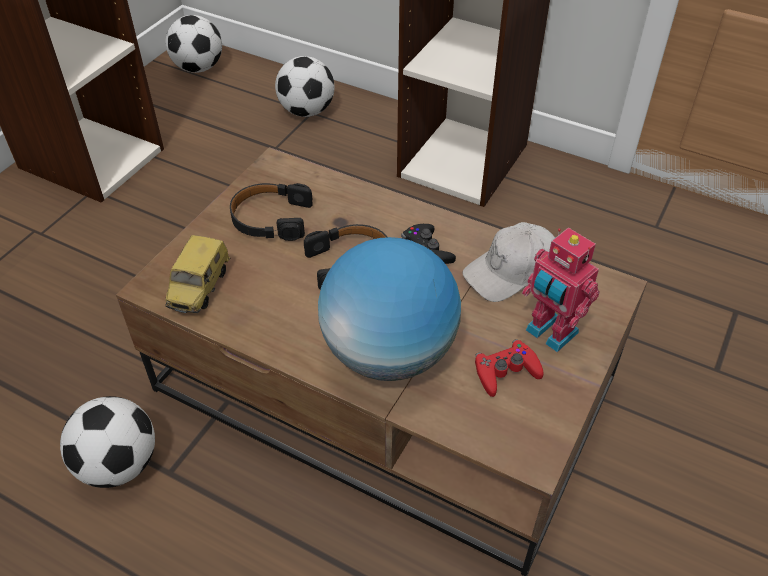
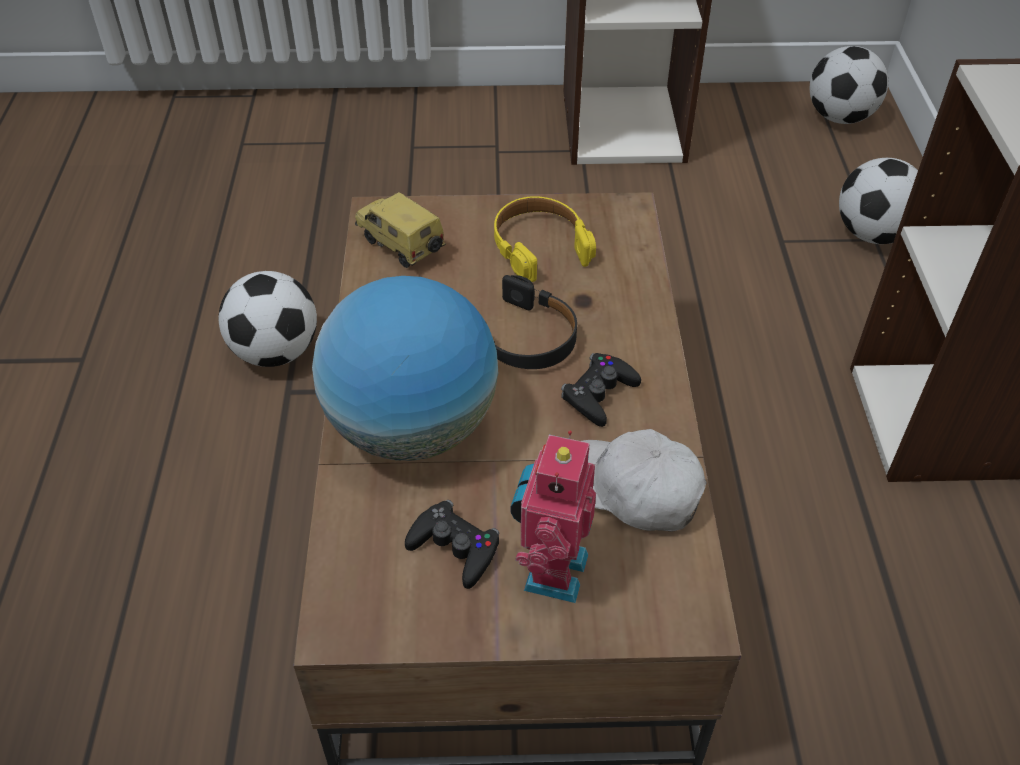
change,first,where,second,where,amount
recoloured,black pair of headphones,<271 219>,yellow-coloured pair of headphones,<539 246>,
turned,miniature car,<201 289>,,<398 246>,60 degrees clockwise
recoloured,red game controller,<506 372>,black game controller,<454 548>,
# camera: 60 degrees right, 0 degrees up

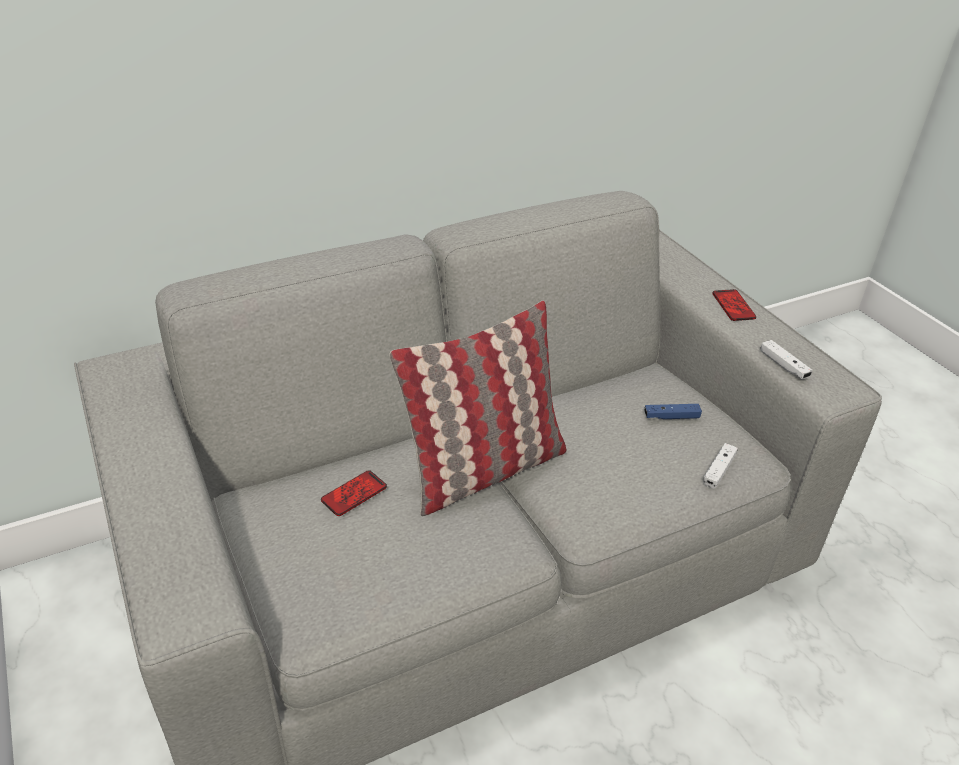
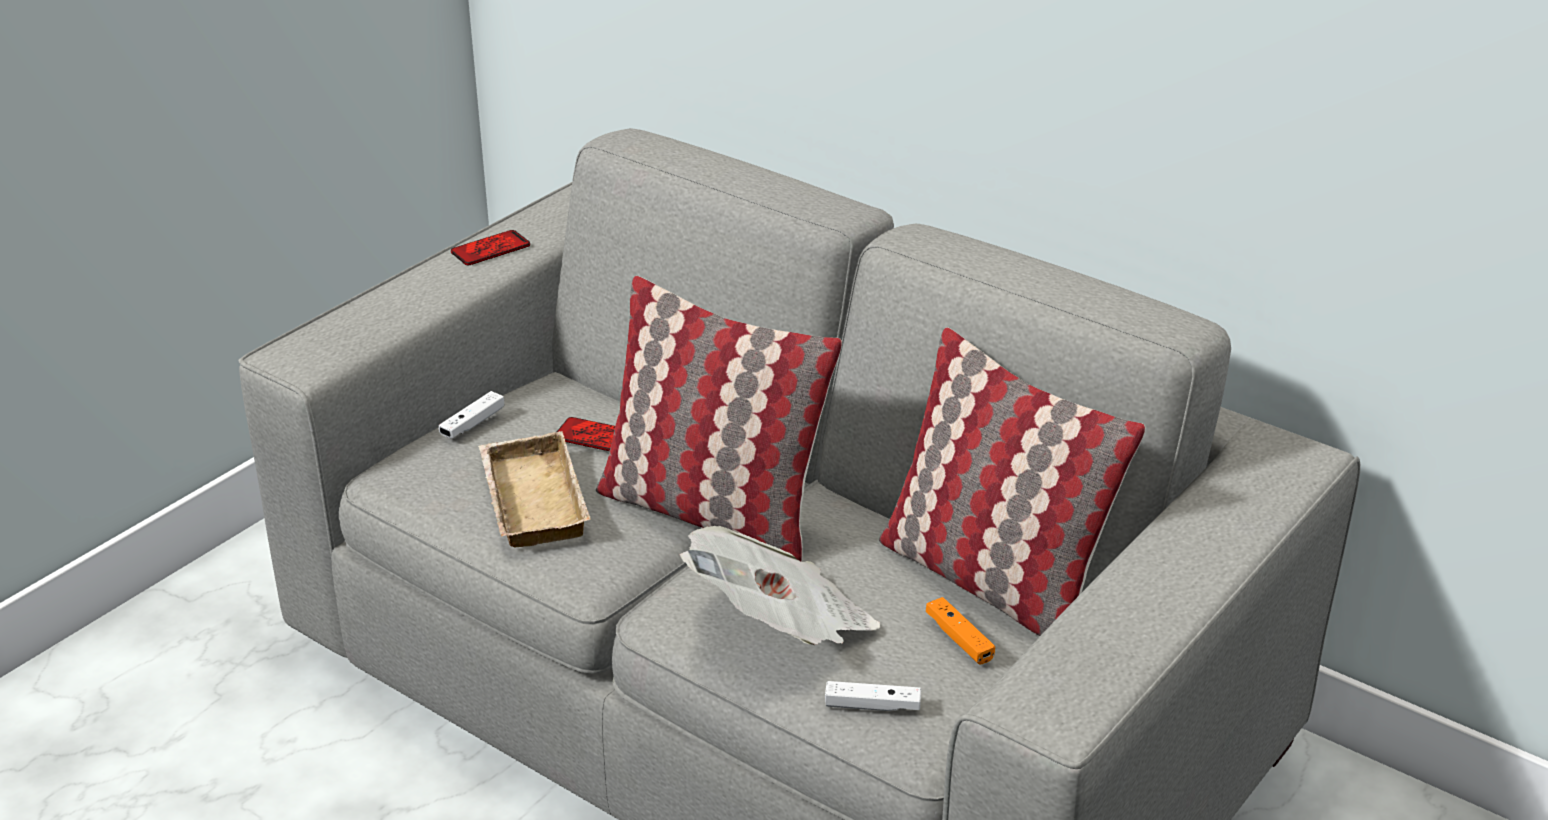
change,first,where,second,where,amount
moved,phone,<733 306>,,<490 249>,
moved,whitish game controller,<783 365>,,<472 423>,
recoloured,bluish game controller,<671 417>,orange game controller,<959 639>,
added,,,pillow,<992 582>,
added,,,beige tray,<529 499>,
added,,,printed paper,<781 628>,
# camera: 65 degrees right, 5 degrees down

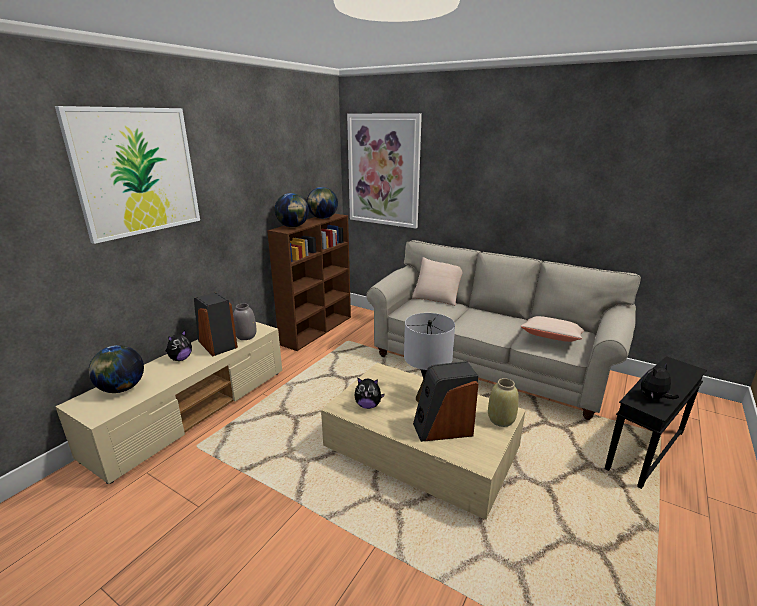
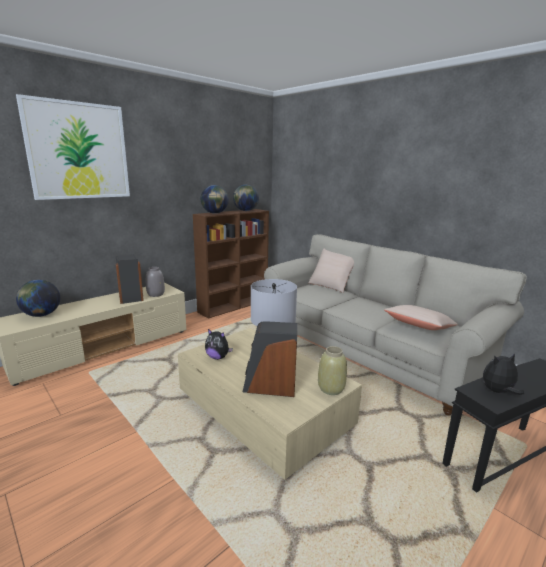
change,first,where,second,where,amount
removed,picture,<383 170>,,,
removed,soft toy,<180 359>,,,
# camera: 15 degrees right, 5 degrees down

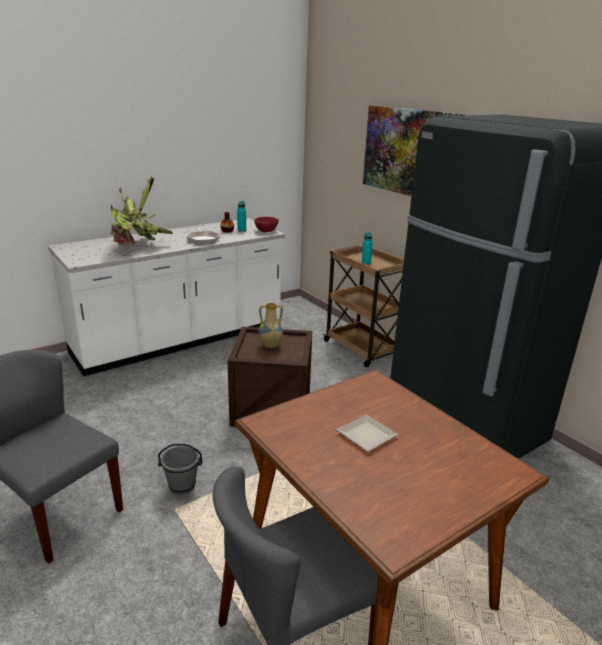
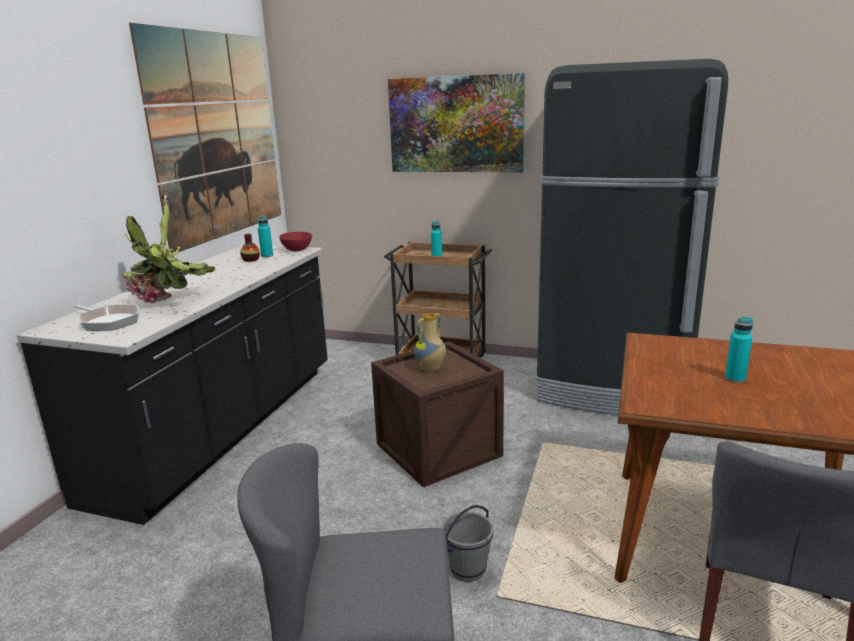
change,first,where,second,where,amount
recoloured,whitish kitchen counter,<180 340>,black kitchen counter,<223 429>,
moved,skillet,<203 239>,,<108 321>,
replaced,plate,<366 436>,blue-green drink bottle,<735 378>,
added,,,picture,<217 136>,
# camera: 35 degrees left, 5 degrees down

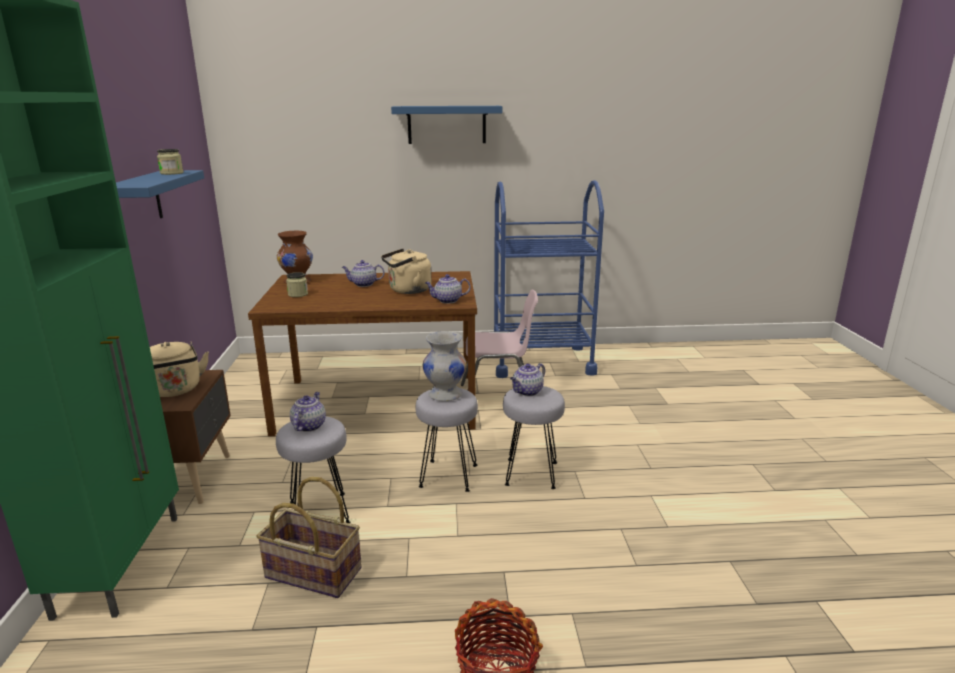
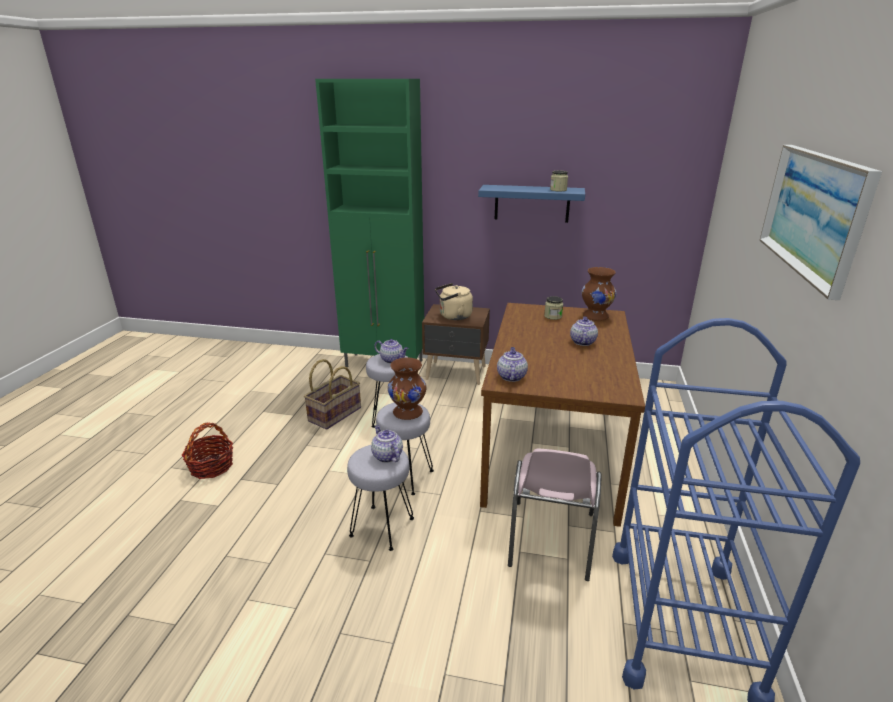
change,first,where,second,where,amount
replaced,bluish wall shelf,<446 124>,picture,<813 213>,
removed,beige tea kettle,<407 290>,,,
recoloured,whitish flower vase,<445 395>,brownish flower vase,<407 413>,
# camera: 105 degrees right, 5 degrees up

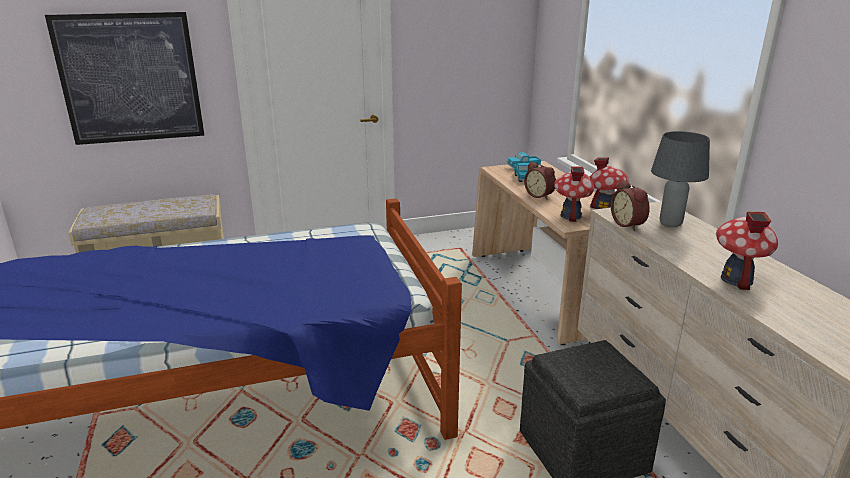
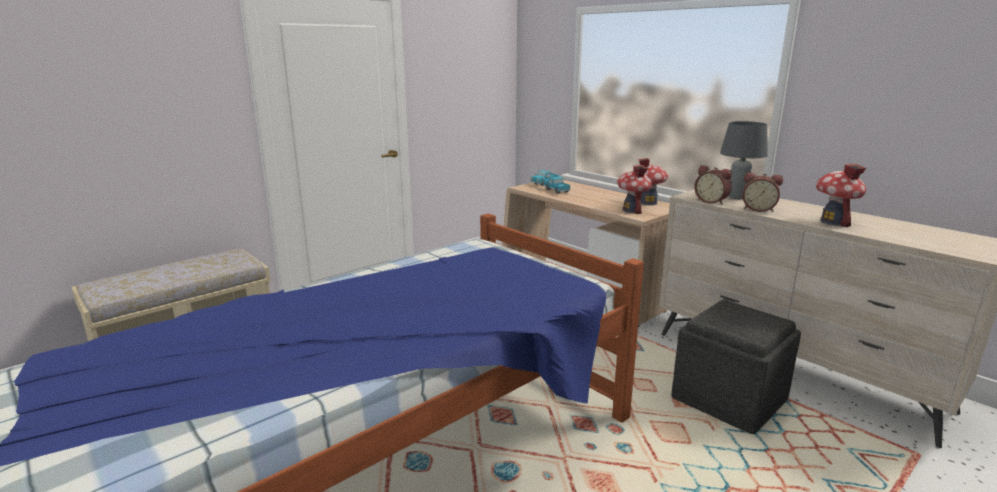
change,first,where,second,where,amount
removed,picture,<130 78>,,,
moved,alarm clock,<540 195>,,<758 209>,
# camera: 25 degrees left, 5 degrees down

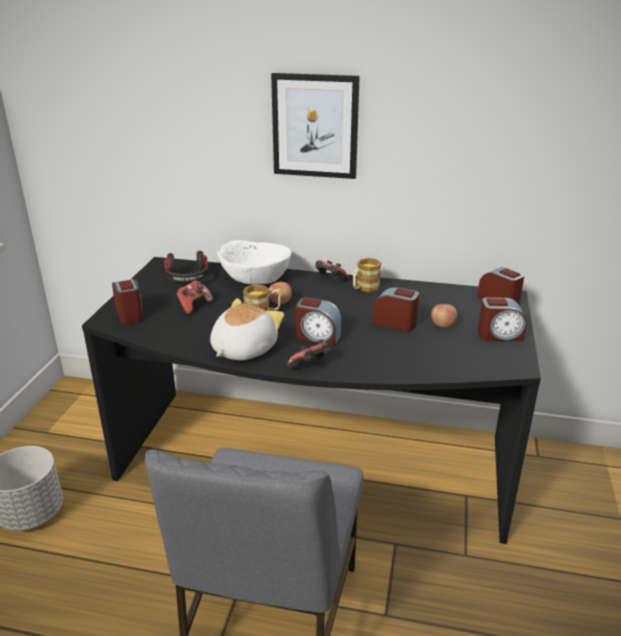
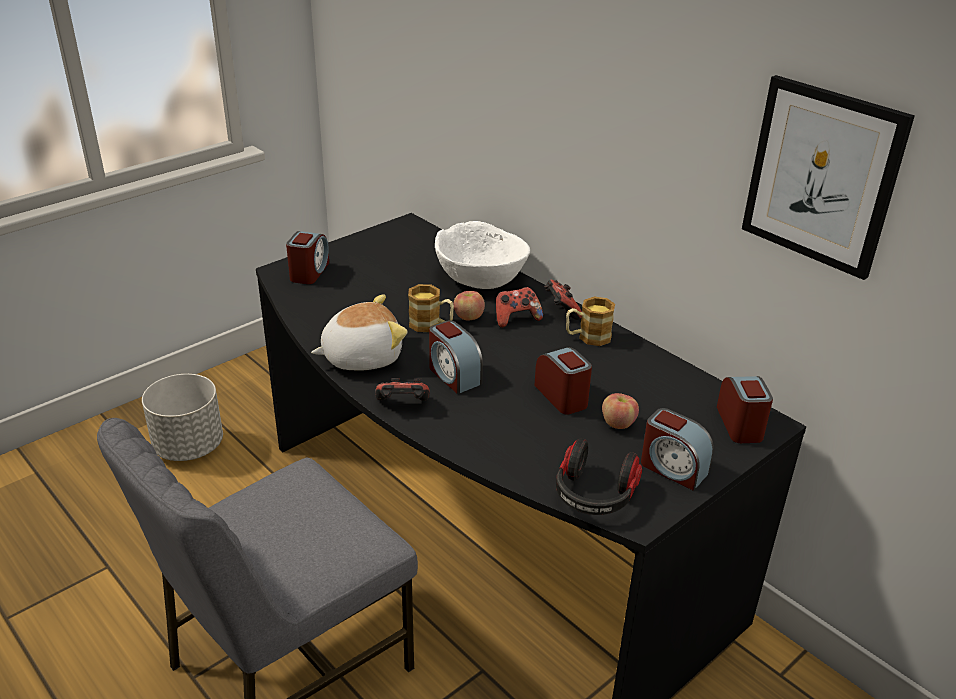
change,first,where,second,where,amount
moved,picture,<315 126>,,<822 176>,
moved,pair of headphones,<188 279>,,<594 496>,
moved,game controller,<194 306>,,<516 319>,
# camera: 35 degrees right, 5 degrees up

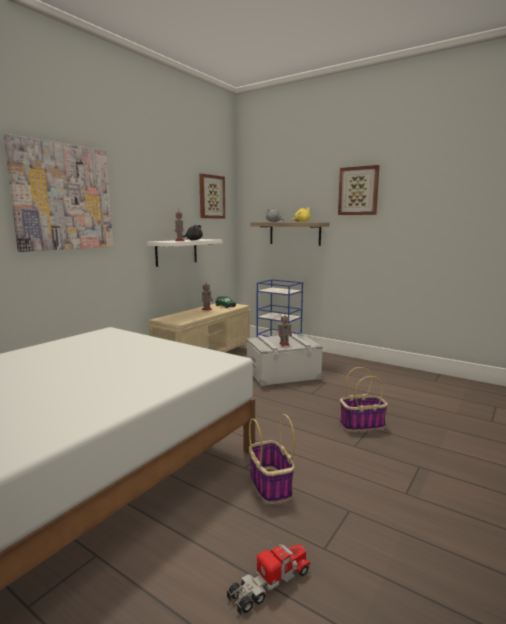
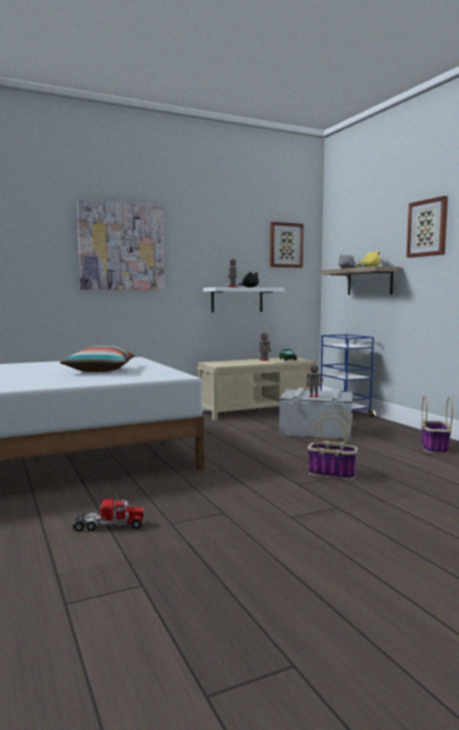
change,first,where,second,where,amount
moved,household basket,<269 484>,,<434 448>,
added,,,pillow,<99 370>,
# camera: 30 degrees right, 5 degrees down

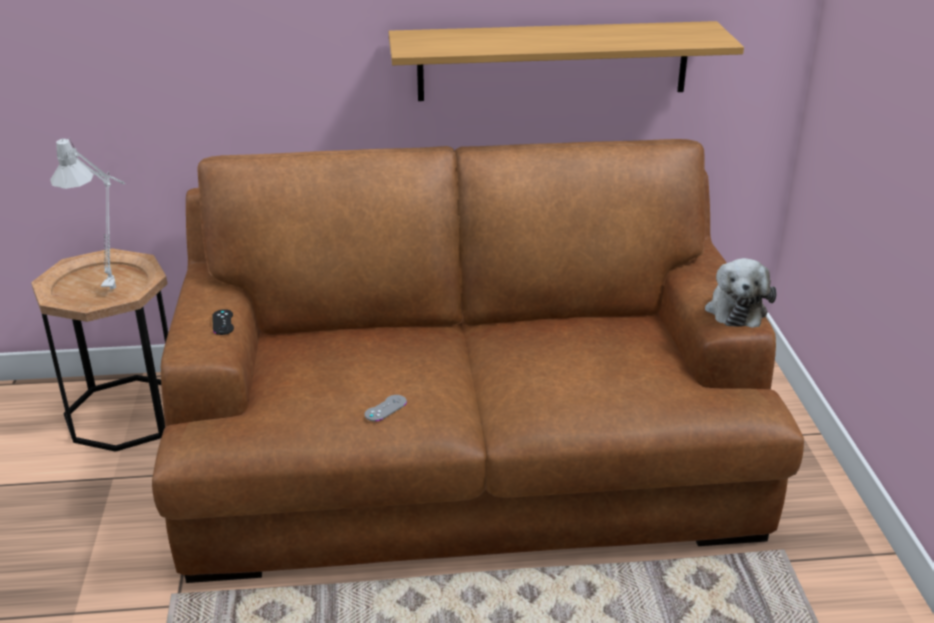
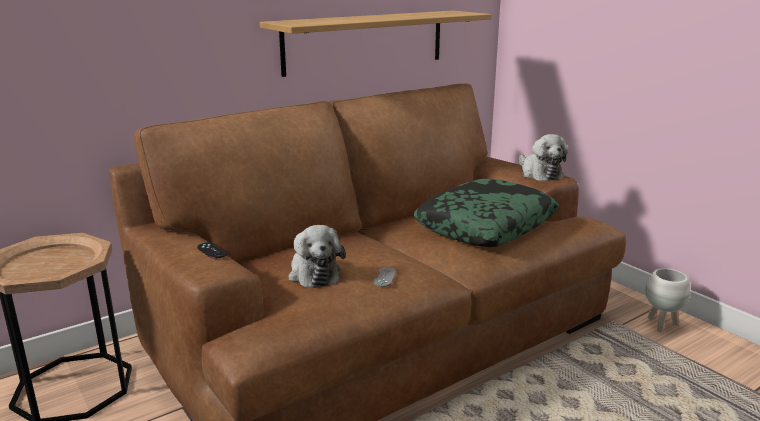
change,first,where,second,where,amount
removed,gray table lamp,<116 285>,,,
added,,,pillow,<486 225>,
added,,,soft toy,<314 273>,
added,,,whitish flower pot,<661 325>,
# camera: 30 degrees left, 10 degrees down

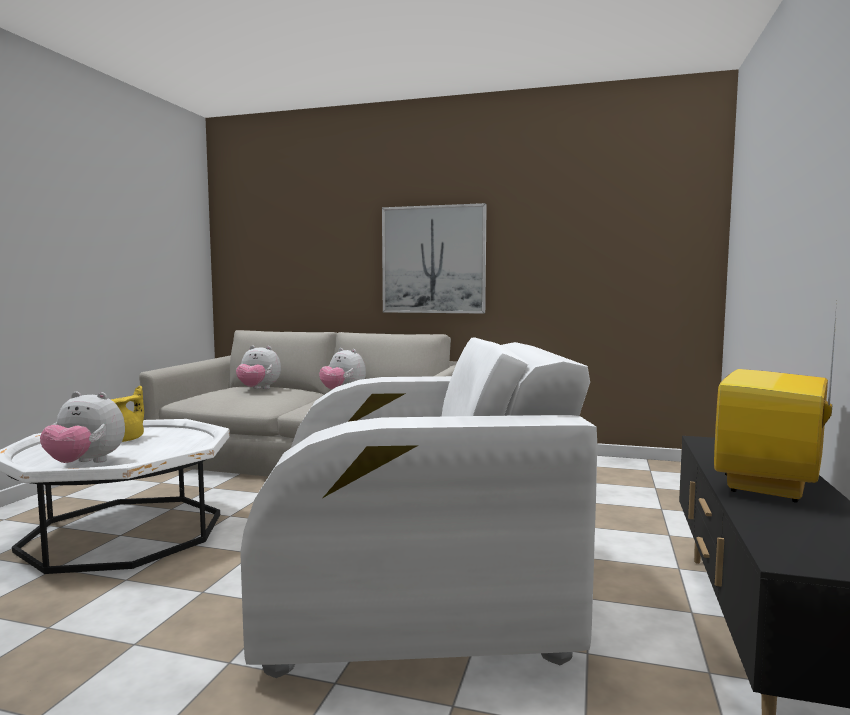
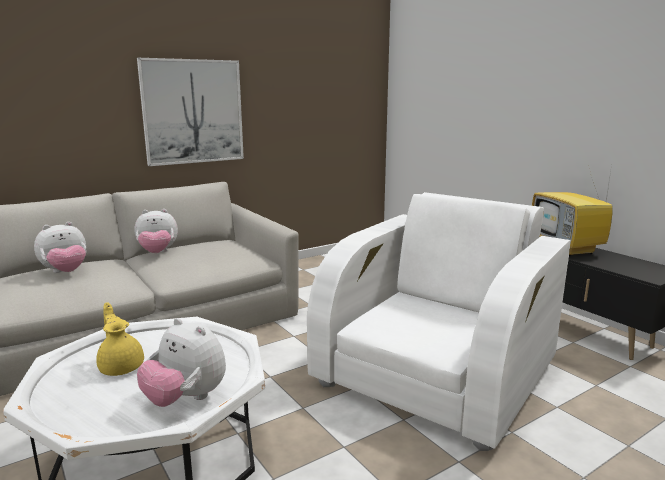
change,first,where,second,where,amount
turned,soft toy,<85 463>,,<185 399>,75 degrees clockwise
# camera: 50 degrees left, 10 degrees up

